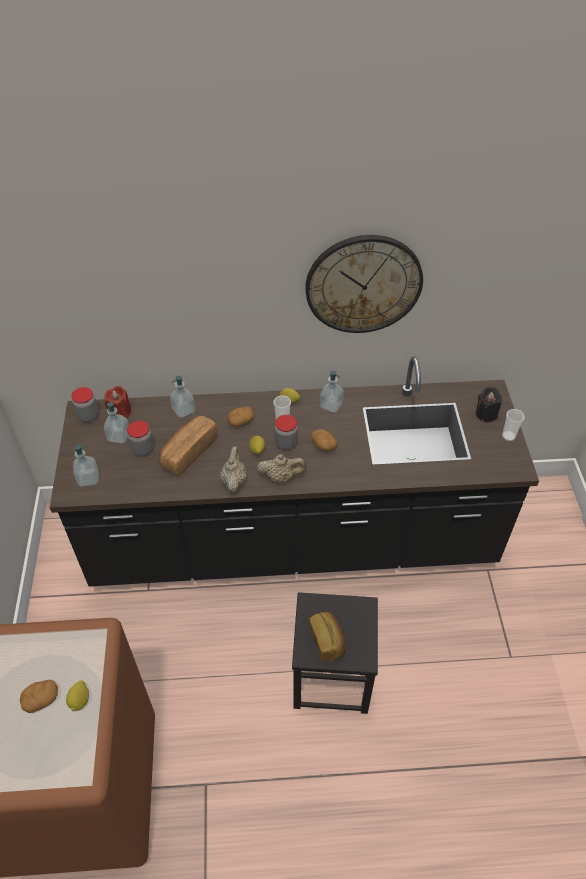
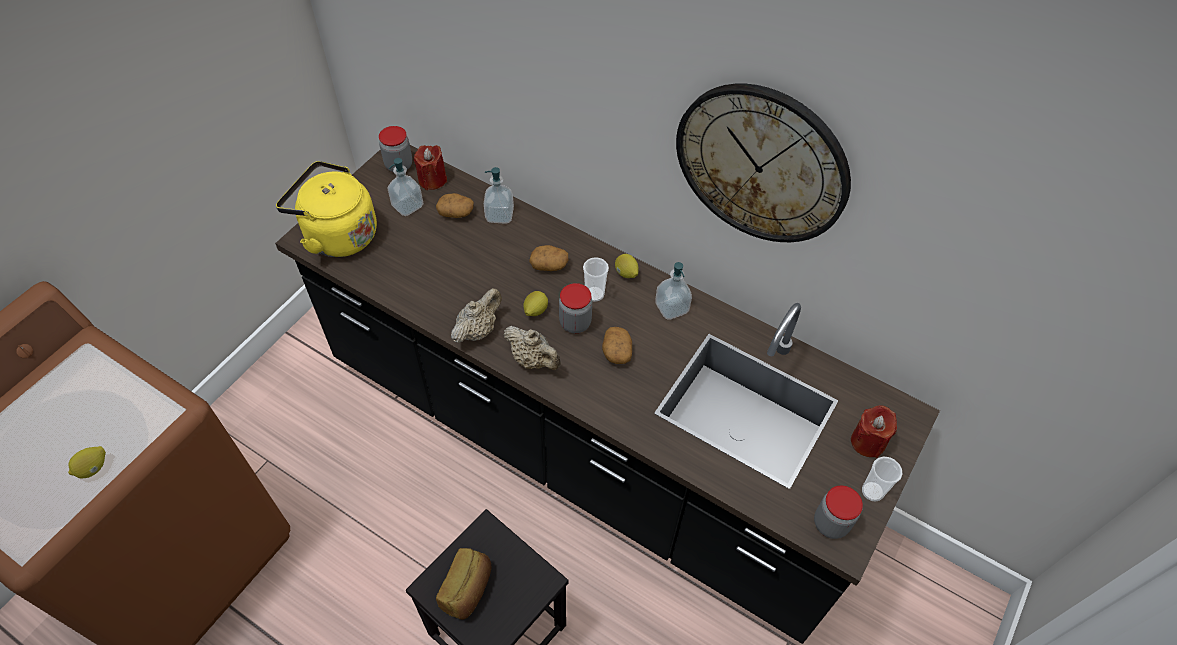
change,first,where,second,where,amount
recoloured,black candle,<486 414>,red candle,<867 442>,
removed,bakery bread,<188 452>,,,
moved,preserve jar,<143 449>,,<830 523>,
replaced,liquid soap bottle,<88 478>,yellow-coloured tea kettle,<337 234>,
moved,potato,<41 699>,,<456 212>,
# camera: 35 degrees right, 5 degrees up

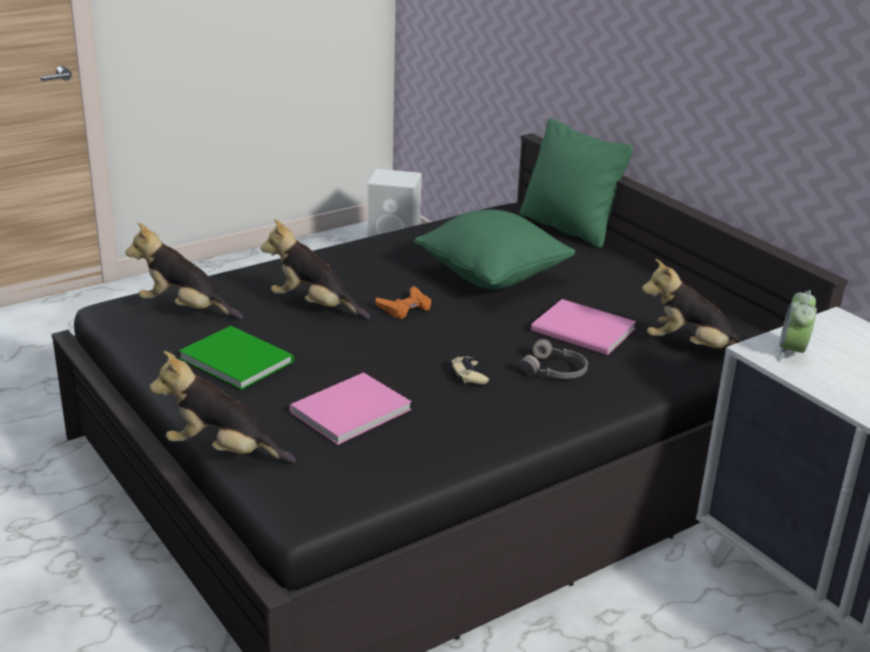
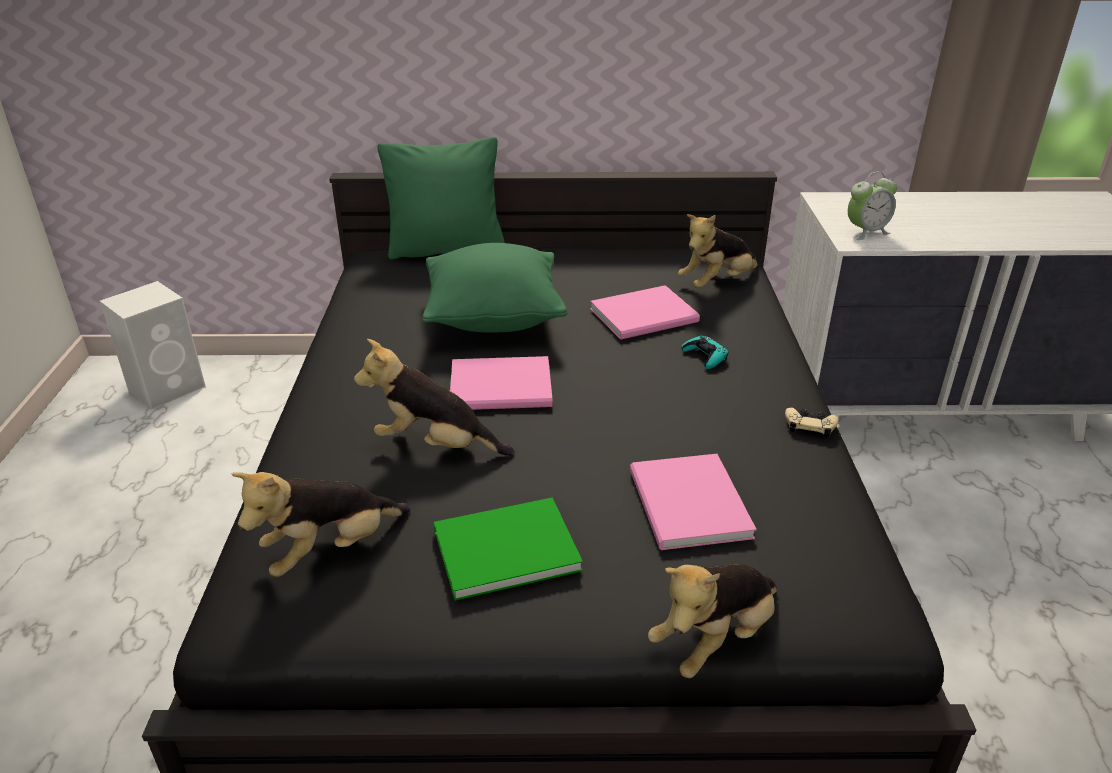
change,first,where,second,where,amount
turned,soft toy,<314 306>,,<435 445>,45 degrees clockwise
replaced,orange game controller,<405 307>,pink-coloured book,<504 388>,
turned,alarm clock,<792 353>,,<866 232>,75 degrees counterclockwise
replaced,gray pair of headphones,<555 371>,blue-green game controller,<705 356>,
moved,beige game controller,<468 375>,,<810 426>,
# camera: 55 degrees left, 5 degrees up

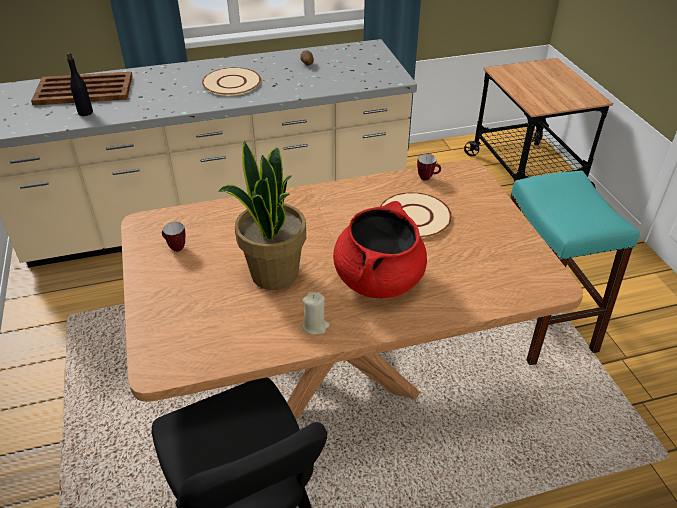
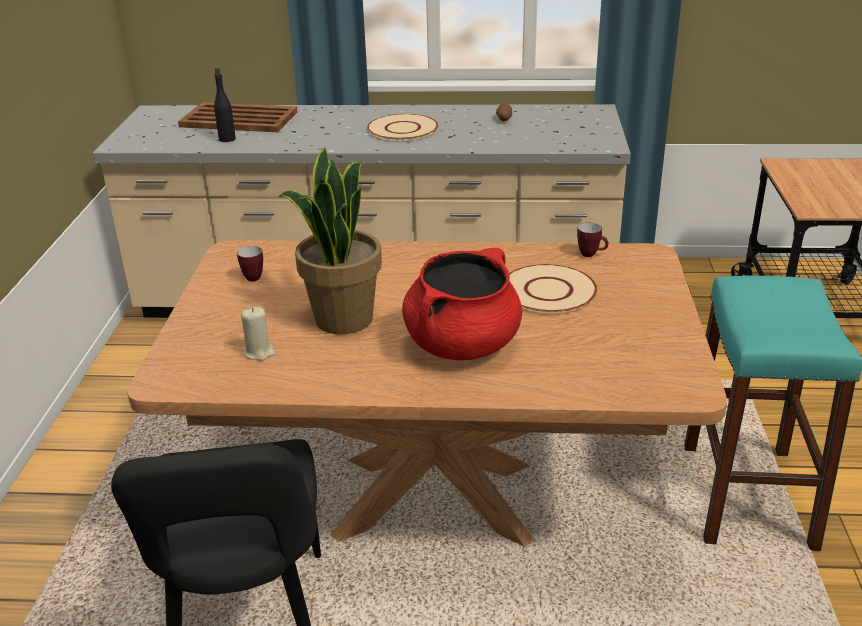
change,first,where,second,where,amount
moved,beige candle,<315 326>,,<259 352>,
# camera: 20 degrees right, 10 degrees down

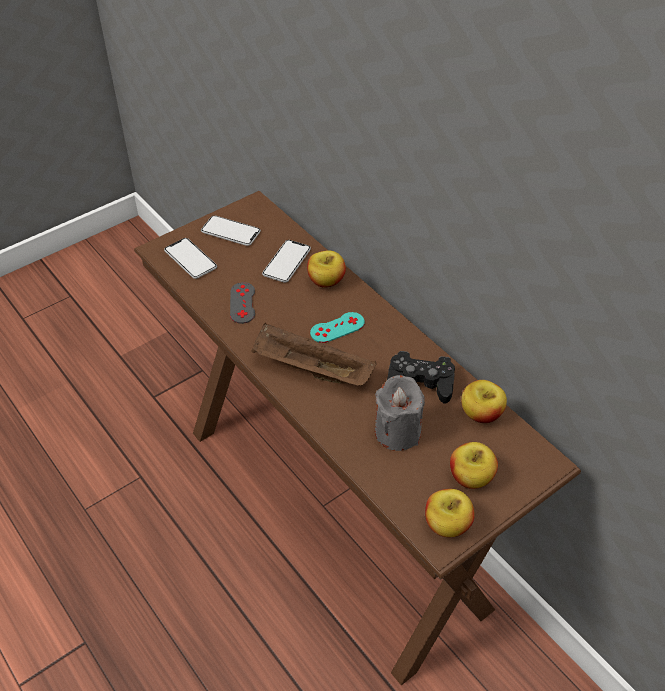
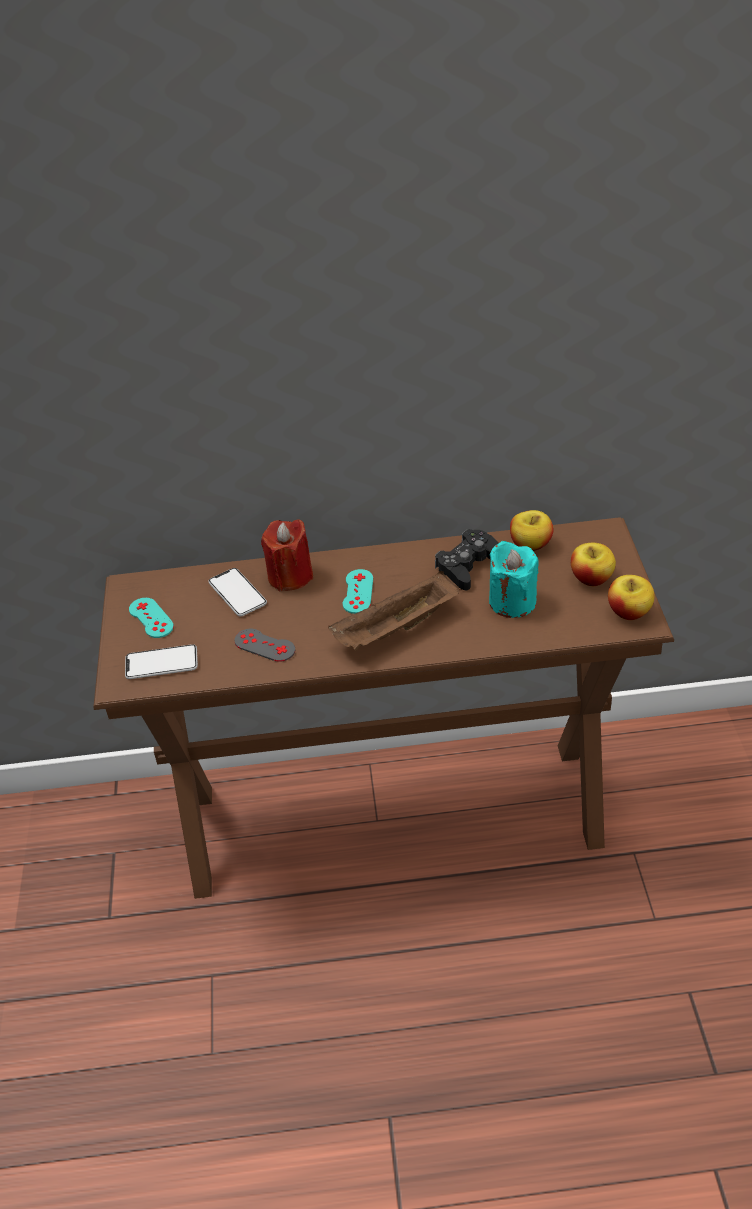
change,first,where,second,where,amount
replaced,phone,<230 232>,blue-green game controller,<151 618>,
replaced,apple,<326 281>,red candle,<290 576>,
recoloured,gray candle,<397 432>,blue-green candle,<512 602>,
# camera: 55 degrees left, 5 degrees down

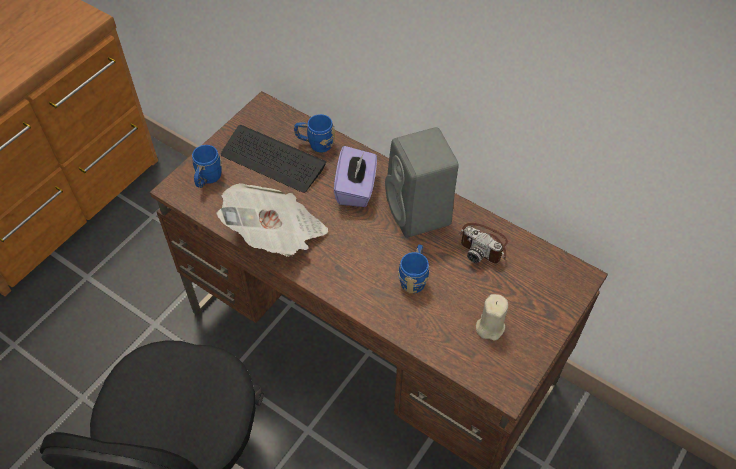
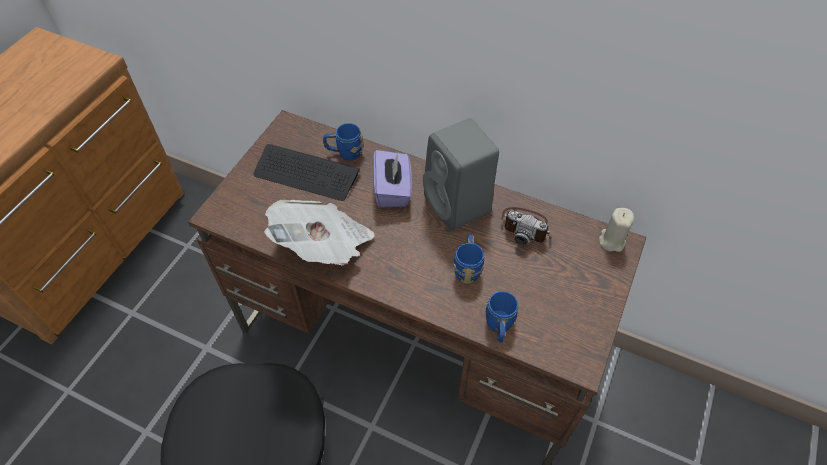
change,first,where,second,where,amount
moved,bluish tea mug,<207 179>,,<499 327>,
moved,beige candle,<490 327>,,<611 241>,
# camera: 10 degrees left, 0 degrees up

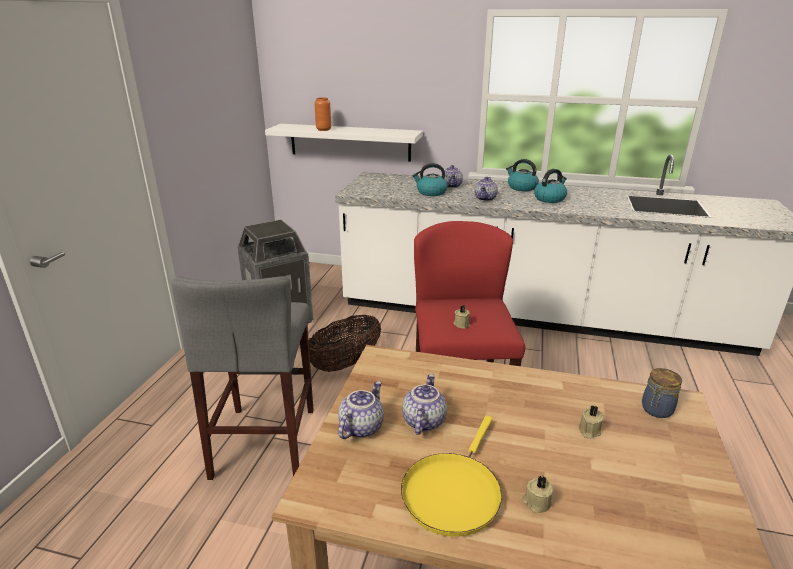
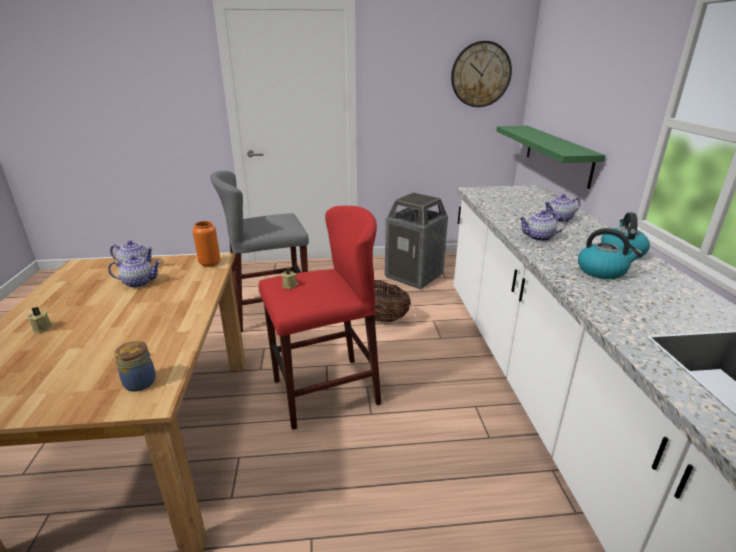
change,first,where,second,where,amount
moved,orange flower vase,<323 129>,,<210 263>,
recoloured,whitish wall shelf,<349 142>,green wall shelf,<557 154>,
removed,tea kettle,<431 192>,,,
removed,beige candle,<588 431>,,,
removed,yellow-coloured skillet,<452 492>,,,
added,,,wall clock,<480 74>,
# camera: 70 degrees right, 0 degrees up

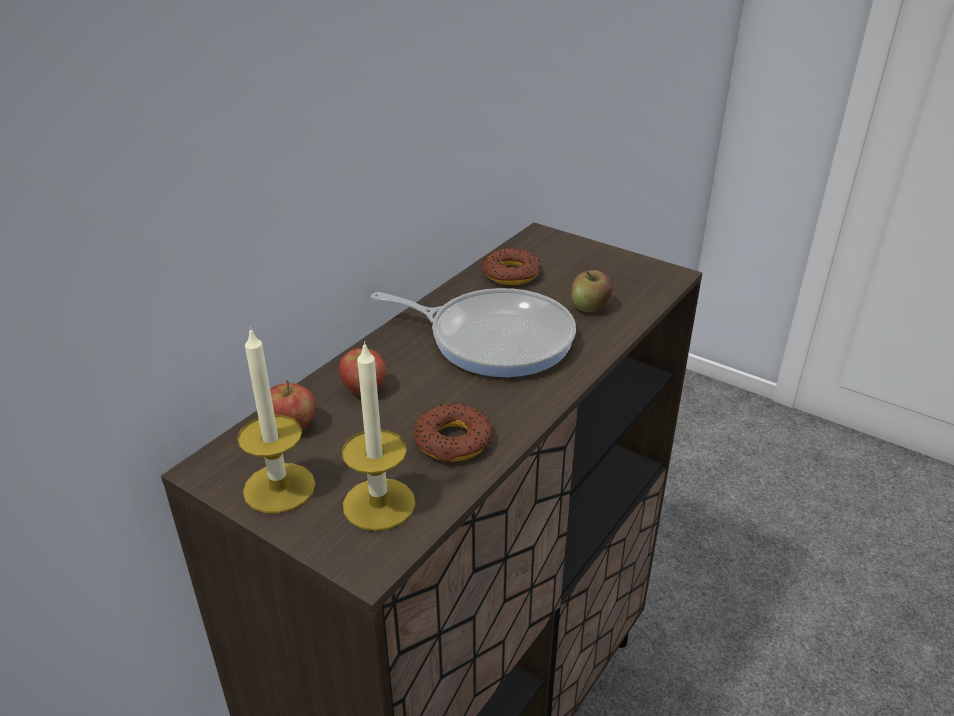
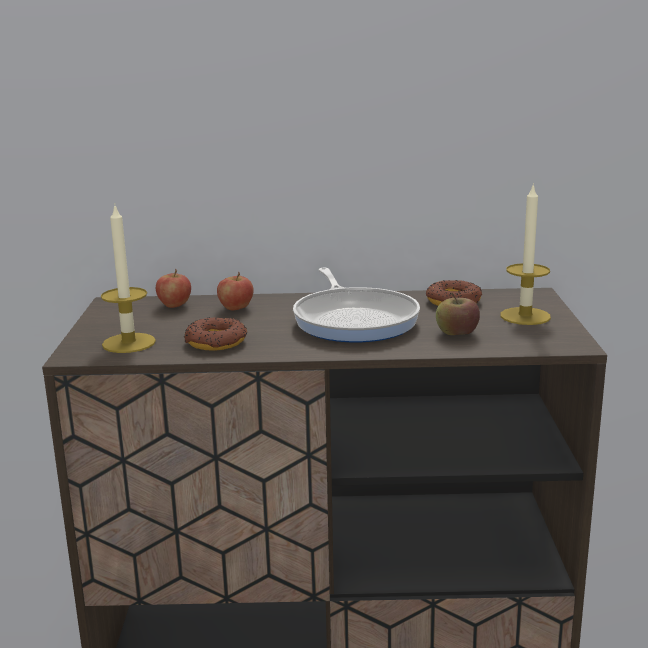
change,first,where,second,where,amount
moved,candle,<279 488>,,<525 316>,
# camera: 55 degrees right, 15 degrees down

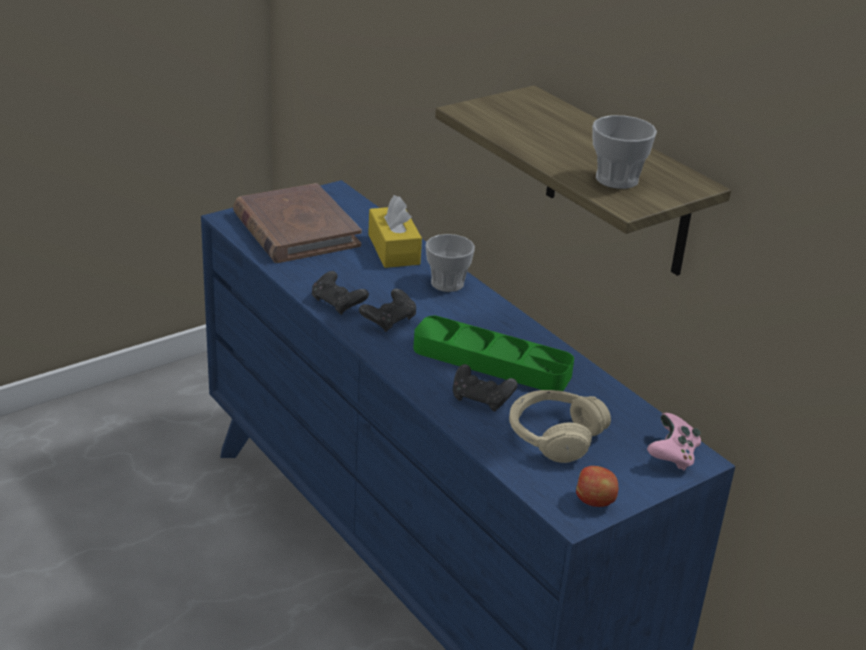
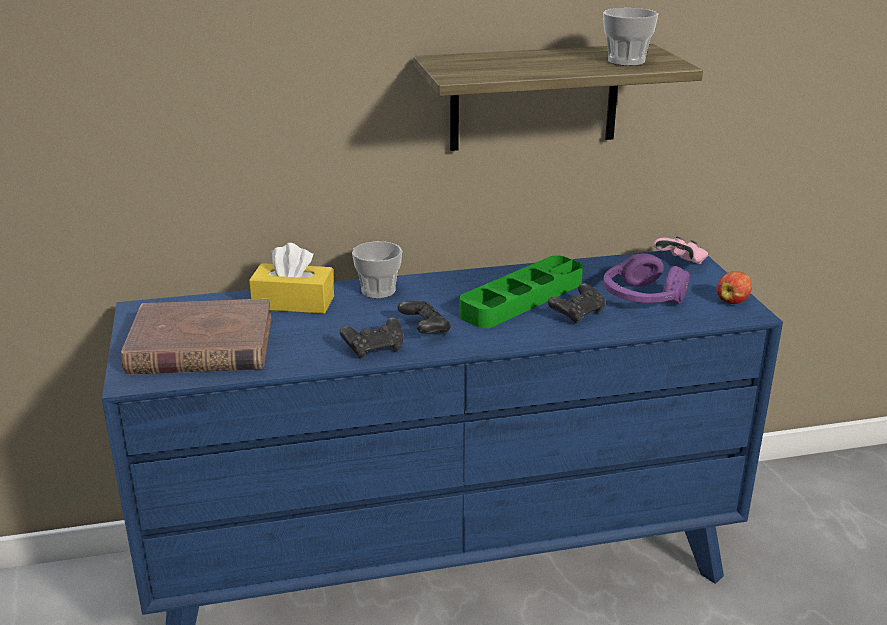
change,first,where,second,where,amount
recoloured,beige pair of headphones,<554 436>,purplish pair of headphones,<642 297>,
# camera: 65 degrees left, 5 degrees down

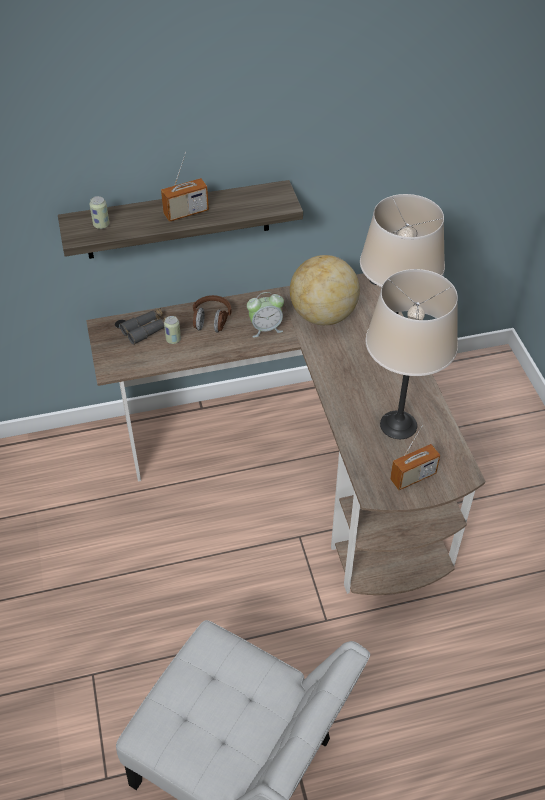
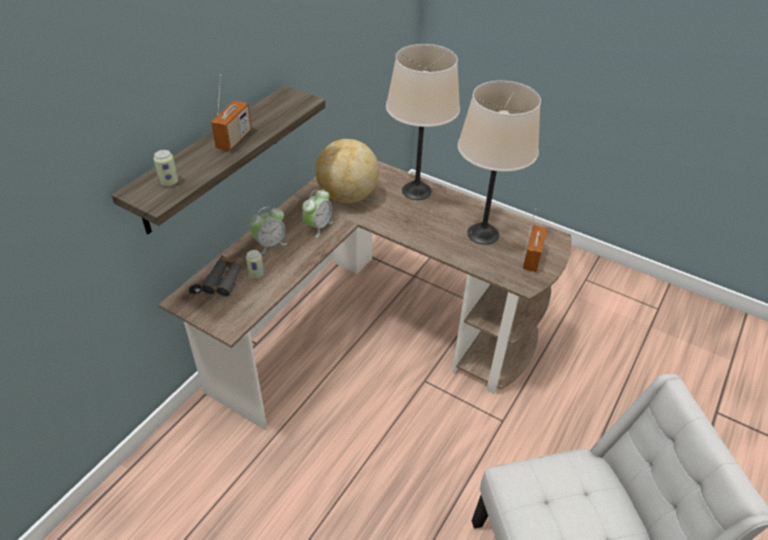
change,first,where,second,where,amount
replaced,brownish pair of headphones,<211 321>,alarm clock,<270 244>,
# camera: 45 degrees left, 5 degrees down

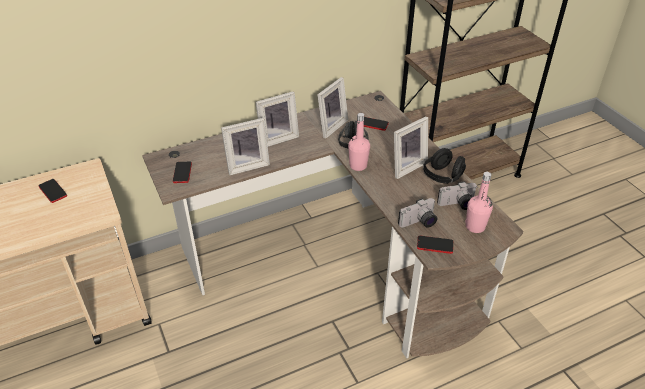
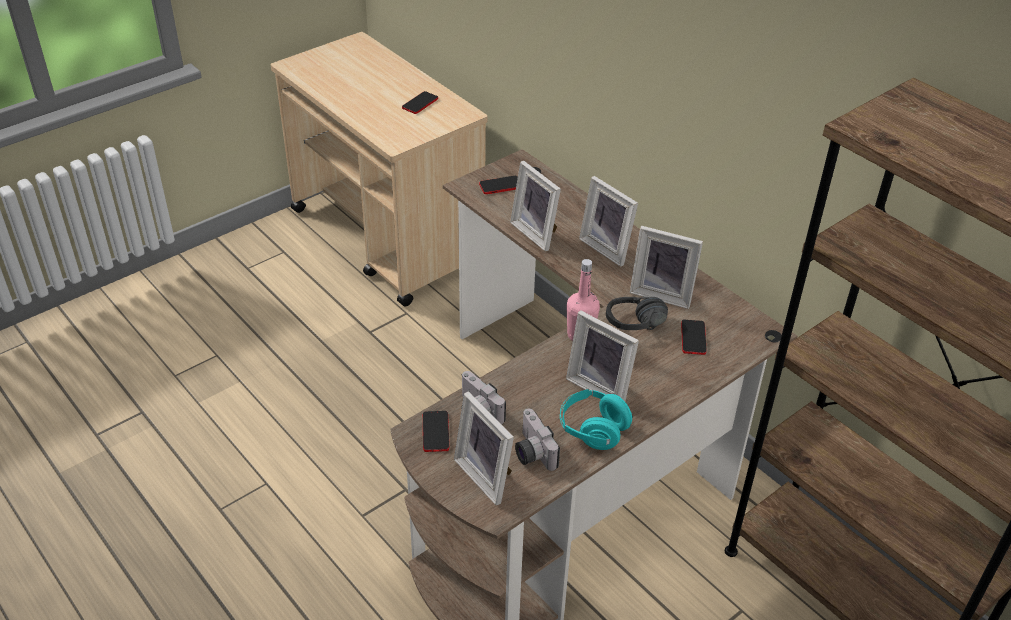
change,first,where,second,where,amount
recoloured,black pair of headphones,<442 177>,blue-green pair of headphones,<593 430>,
replaced,pink-coloured drink bottle,<475 226>,standing frame,<488 475>,
# camera: 75 degrees right, 0 degrees up

